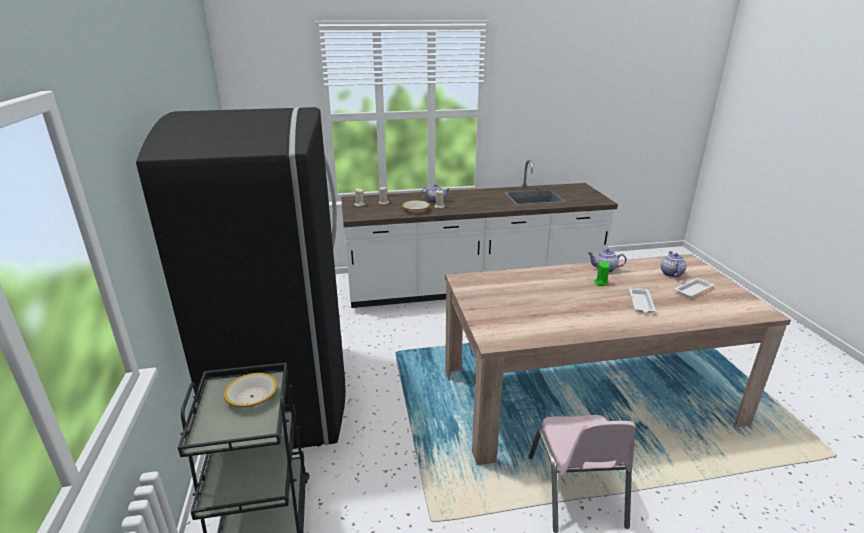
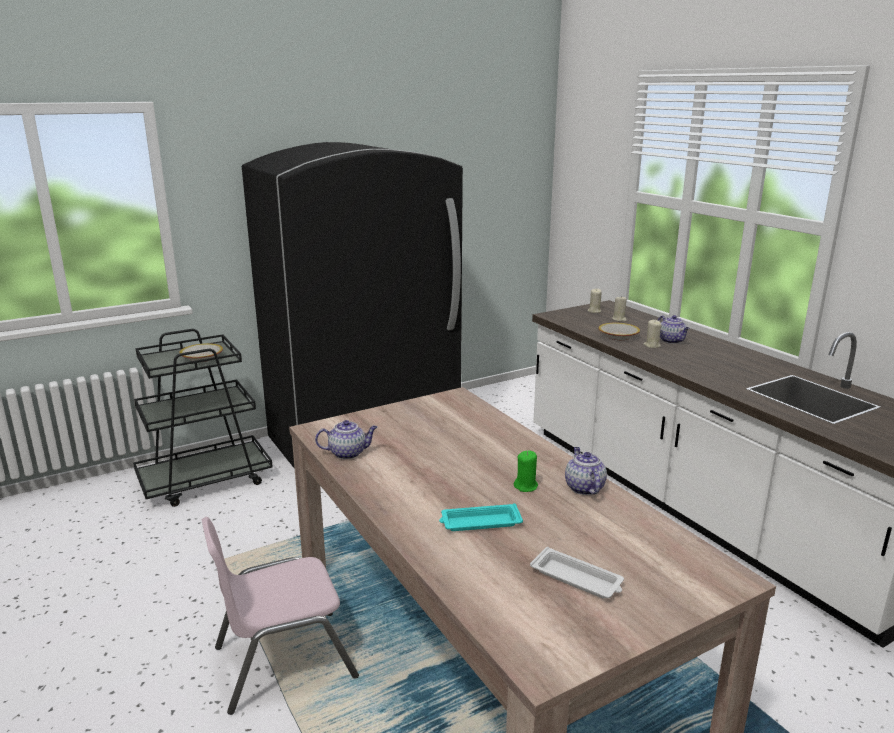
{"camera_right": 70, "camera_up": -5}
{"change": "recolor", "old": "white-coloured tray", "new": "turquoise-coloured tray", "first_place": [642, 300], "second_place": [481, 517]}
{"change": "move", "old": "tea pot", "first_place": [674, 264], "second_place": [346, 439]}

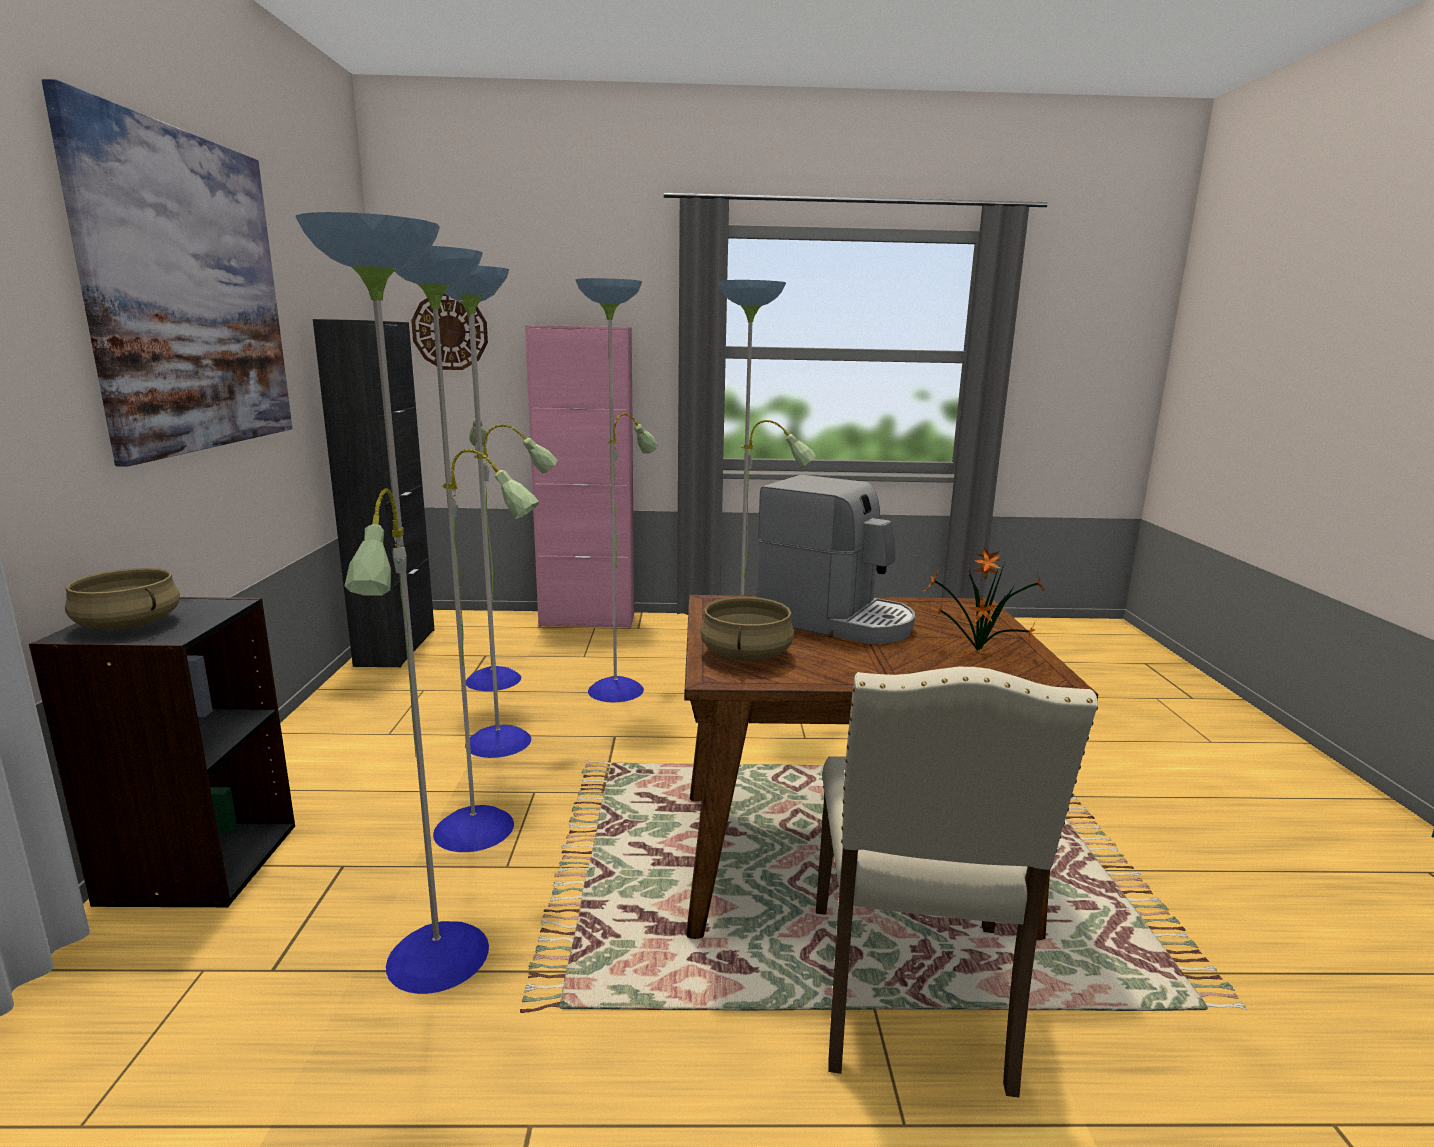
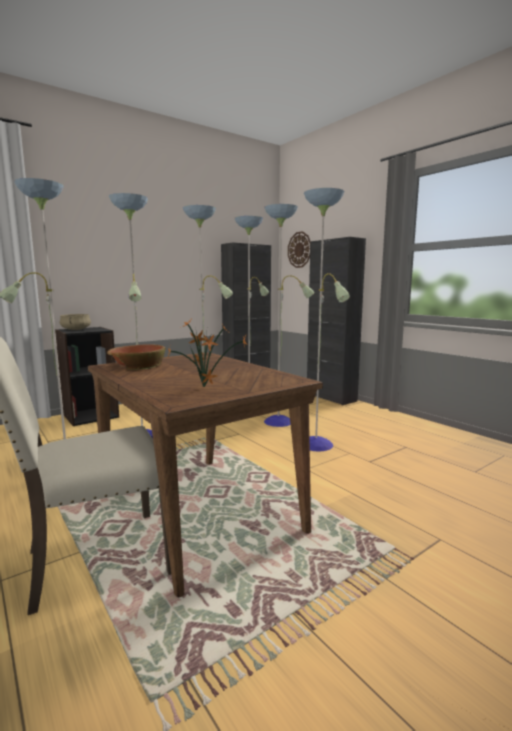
{"camera_right": 55, "camera_up": -5}
{"change": "delete", "old": "wall picture", "first_place": [167, 273]}
{"change": "recolor", "old": "pink cupboard", "new": "black cupboard", "first_place": [579, 476], "second_place": [336, 321]}
{"change": "replace", "old": "beige-coloured cooking pot", "new": "deep dish", "first_place": [747, 629], "second_place": [136, 357]}
{"change": "delete", "old": "coffee machine", "first_place": [836, 559]}

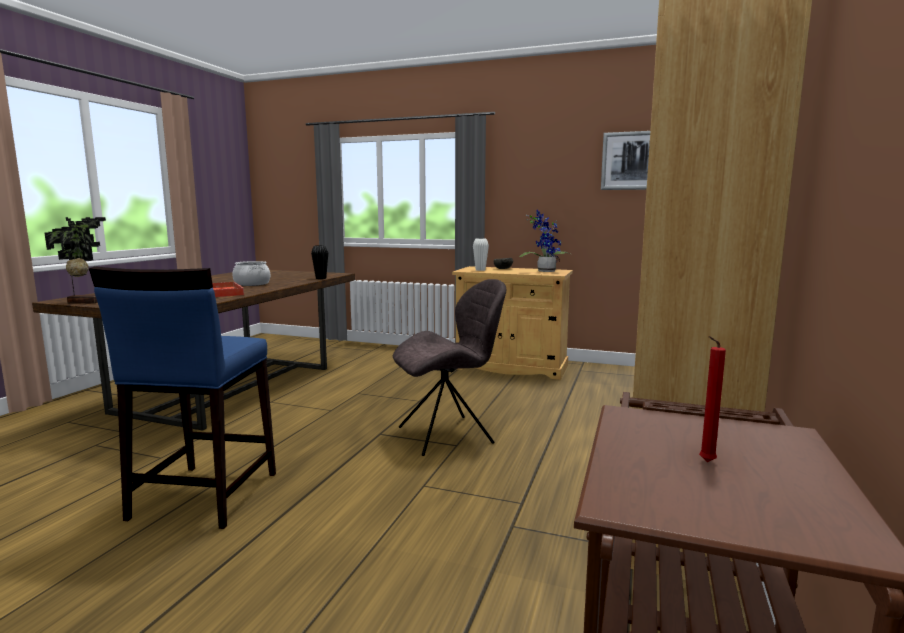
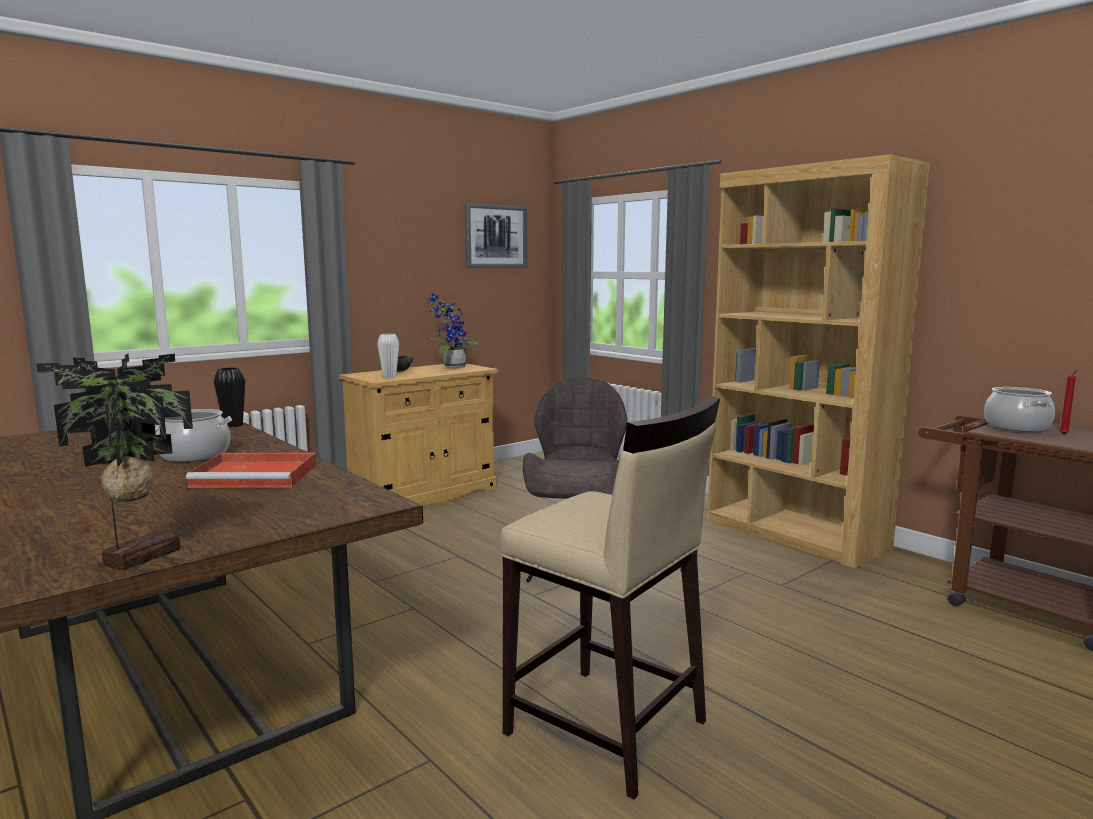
{"camera_right": -60, "camera_up": 0}
{"change": "recolor", "old": "blue-coloured stool", "new": "beige-coloured stool", "first_place": [182, 397], "second_place": [610, 597]}
{"change": "insert", "new": "cooking pot", "second_place": [1019, 409]}

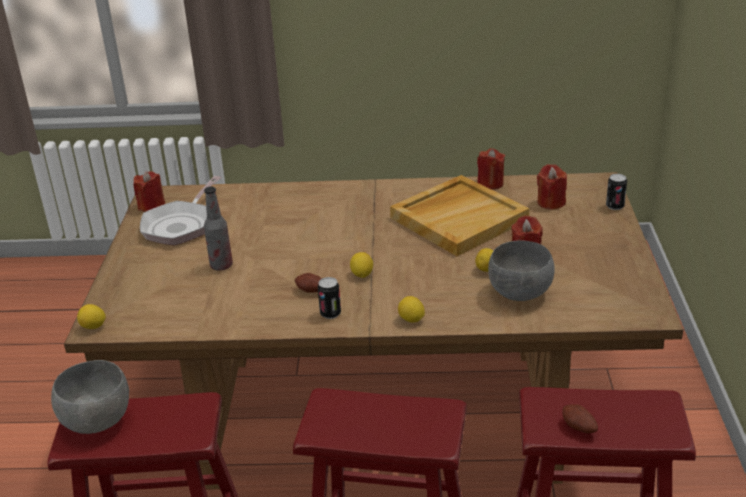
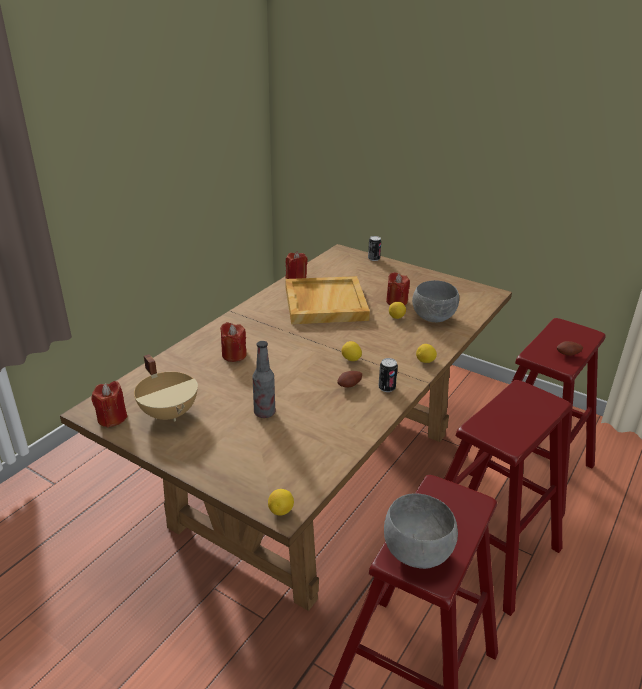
{"camera_right": -60, "camera_up": 0}
{"change": "replace", "old": "skillet", "new": "beige-coloured cooking pot", "first_place": [180, 211], "second_place": [166, 388]}
{"change": "move", "old": "reddish wax light", "first_place": [552, 187], "second_place": [233, 342]}

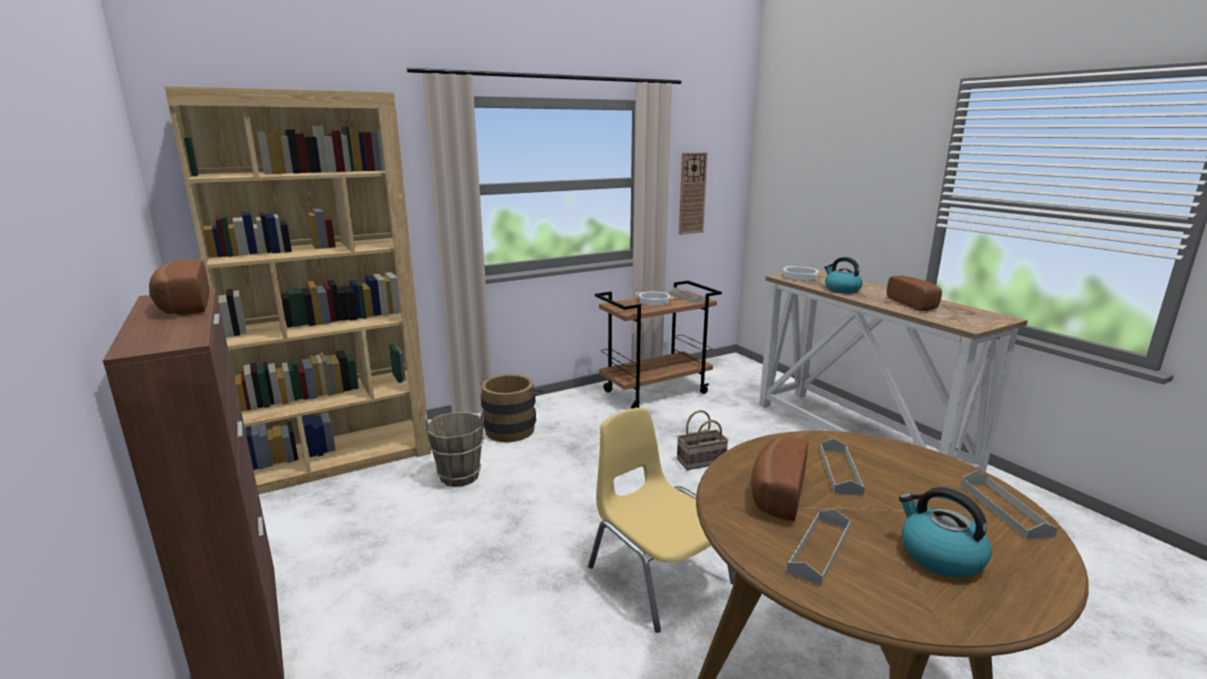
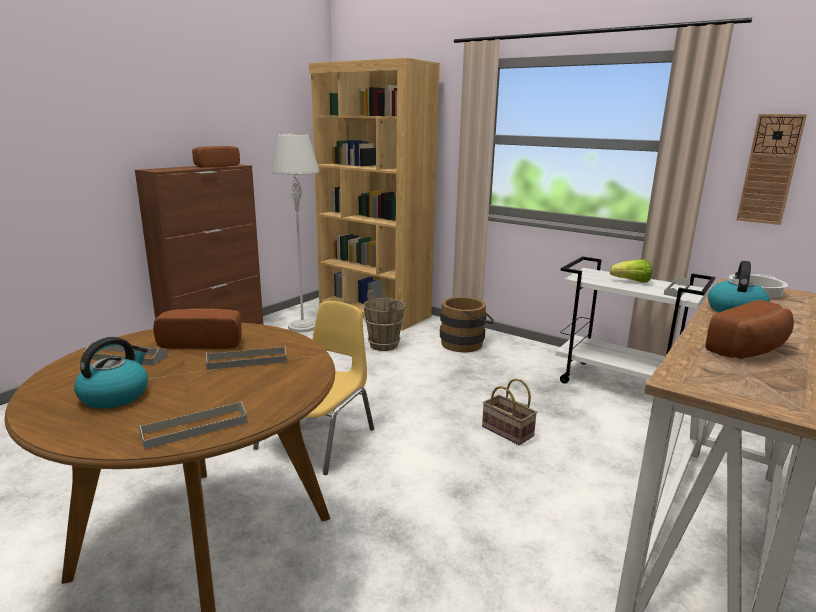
{"camera_right": 65, "camera_up": 0}
{"change": "recolor", "old": "brown-coloured cart", "new": "white-coloured cart", "first_place": [658, 345], "second_place": [635, 320]}
{"change": "replace", "old": "cooking pot", "new": "lettuce", "first_place": [654, 299], "second_place": [631, 271]}
{"change": "insert", "new": "greyish standard lamp", "second_place": [295, 233]}

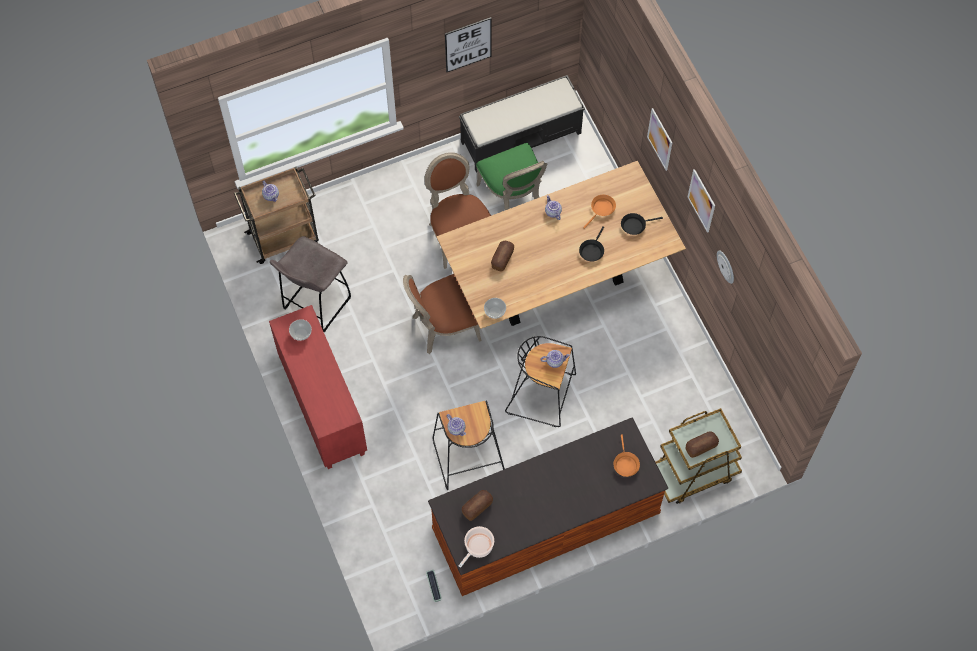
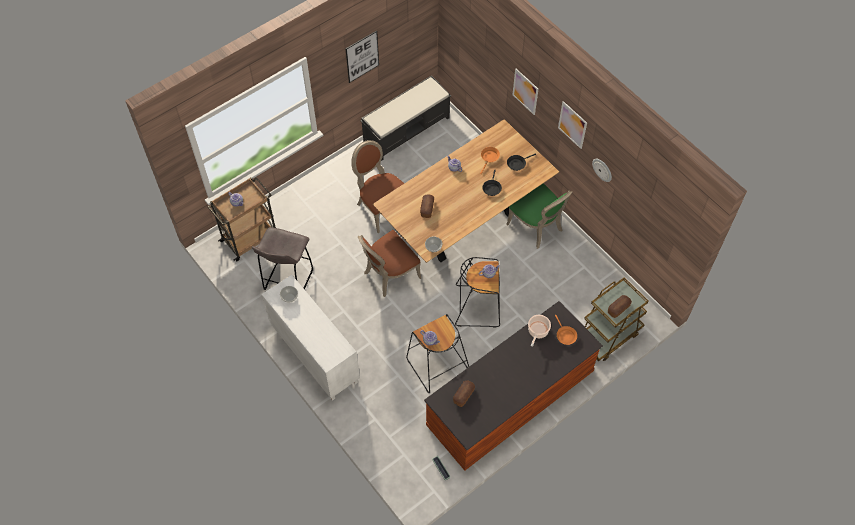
{"camera_right": -15, "camera_up": -5}
{"change": "recolor", "old": "reddish cupboard", "new": "white-coloured cupboard", "first_place": [318, 387], "second_place": [311, 338]}
{"change": "move", "old": "cooking pot", "first_place": [476, 547], "second_place": [539, 331]}
{"change": "move", "old": "greenish upright chair", "first_place": [511, 177], "second_place": [539, 216]}

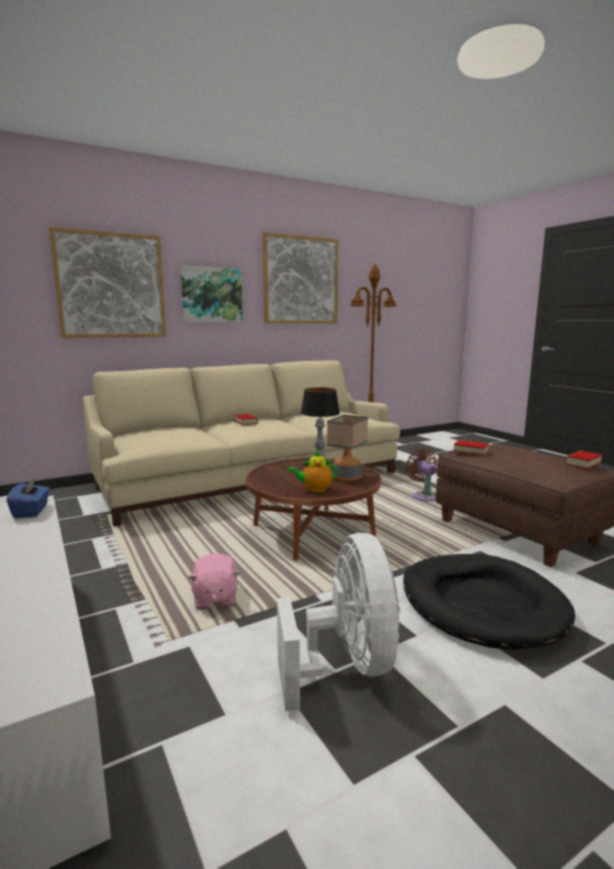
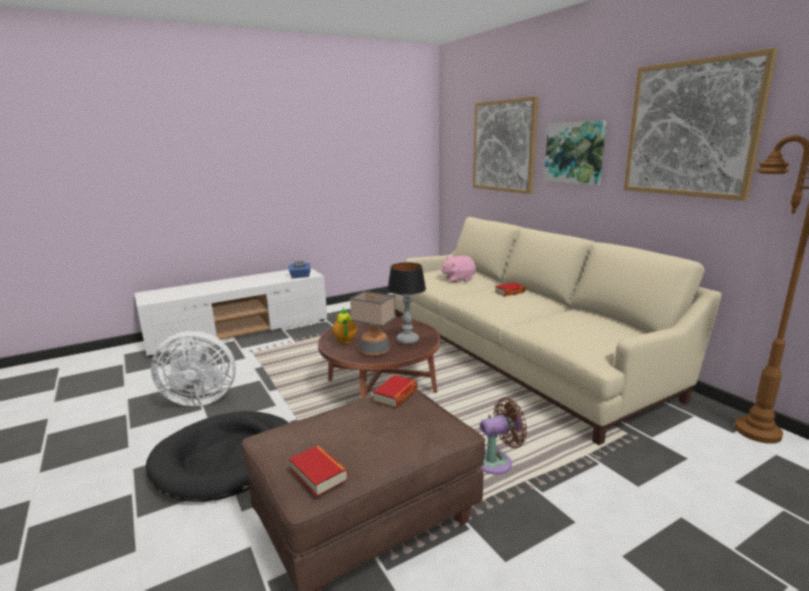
{"camera_right": 90, "camera_up": 5}
{"change": "move", "old": "pink cuddly toy", "first_place": [214, 581], "second_place": [458, 269]}

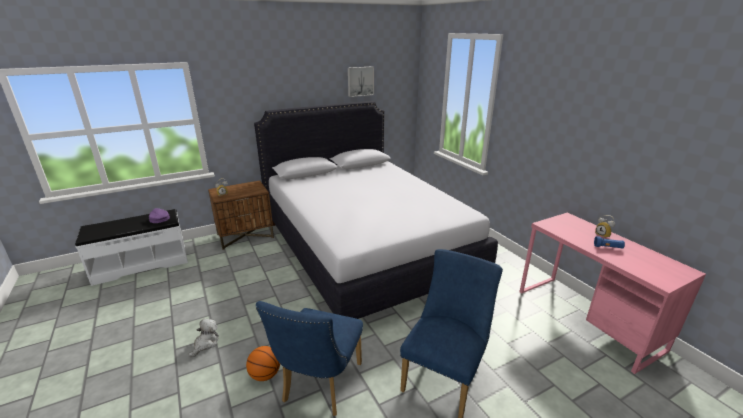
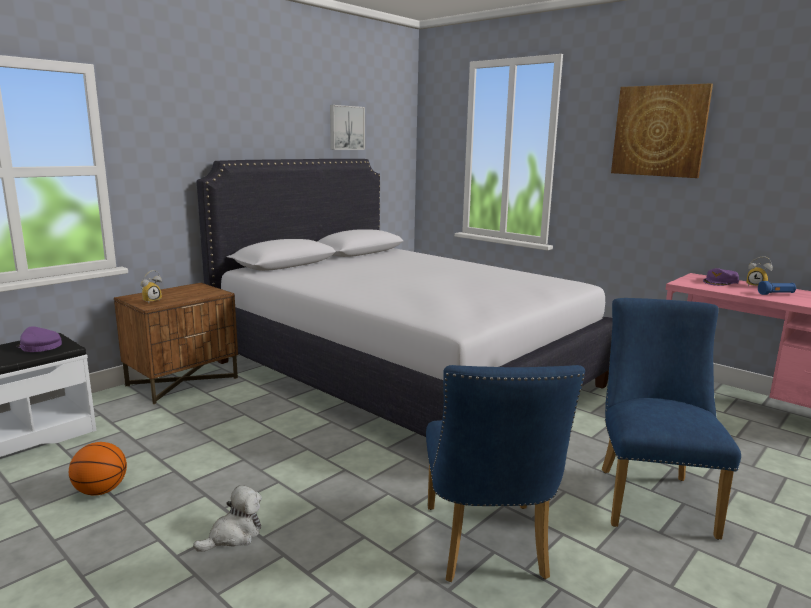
{"camera_right": -20, "camera_up": -10}
{"change": "rotate", "old": "cuddly toy", "first_place": [203, 338], "second_place": [227, 518], "degrees": 45}
{"change": "move", "old": "ball for basketball", "first_place": [263, 363], "second_place": [98, 468]}
{"change": "insert", "new": "wall picture", "second_place": [662, 130]}
{"change": "insert", "new": "purplish baseball cap", "second_place": [721, 277]}

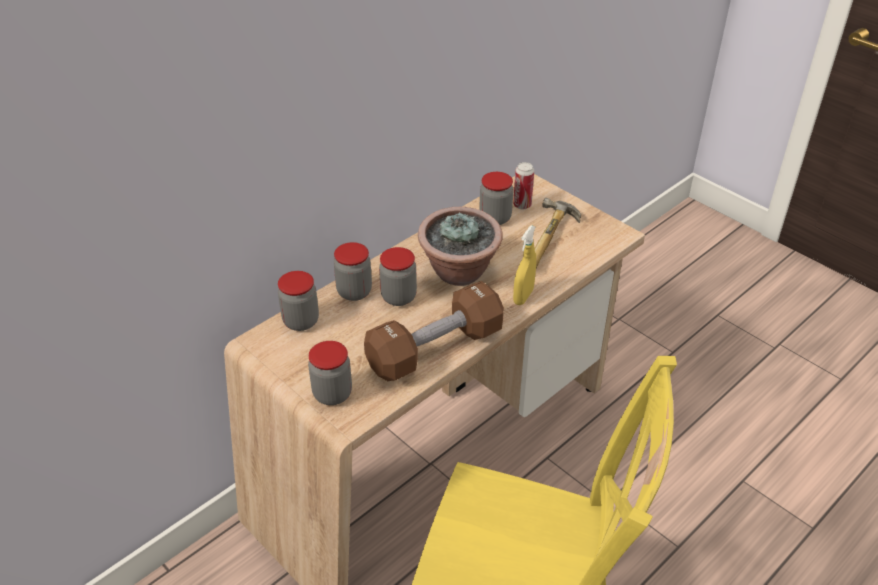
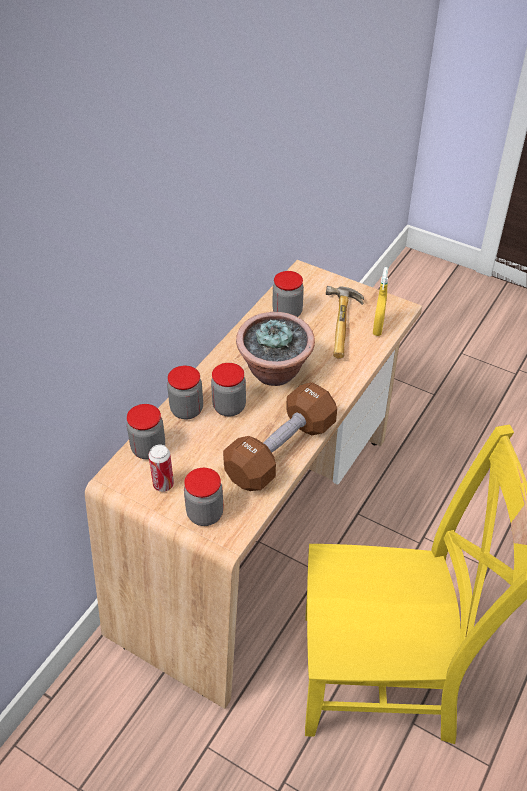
{"camera_right": -15, "camera_up": 5}
{"change": "move", "old": "sealed can", "first_place": [523, 186], "second_place": [161, 468]}
{"change": "move", "old": "yellowish hand sprayer", "first_place": [524, 265], "second_place": [380, 301]}

